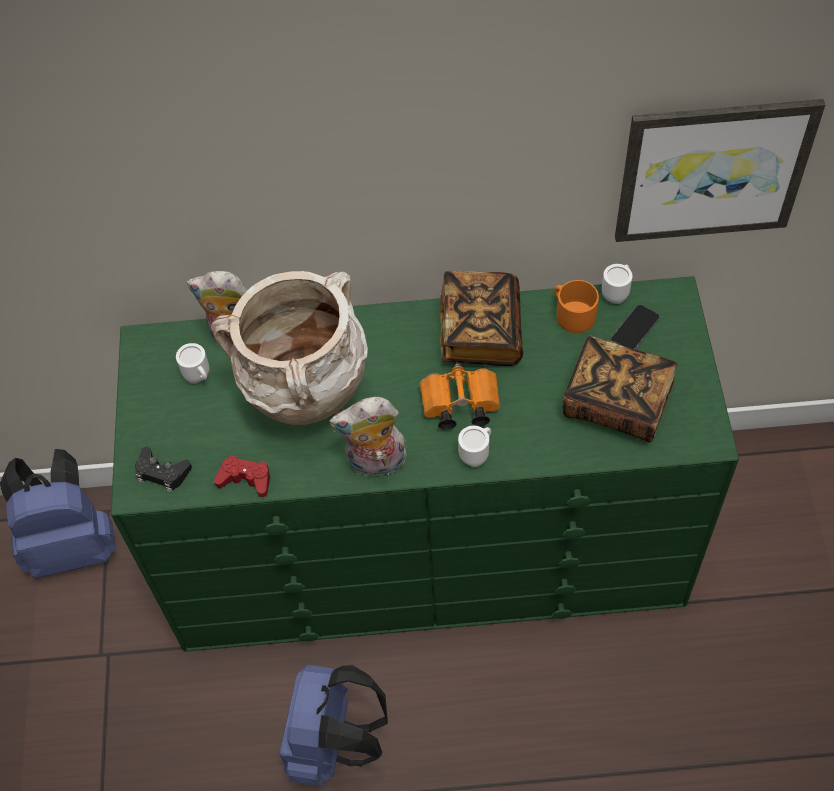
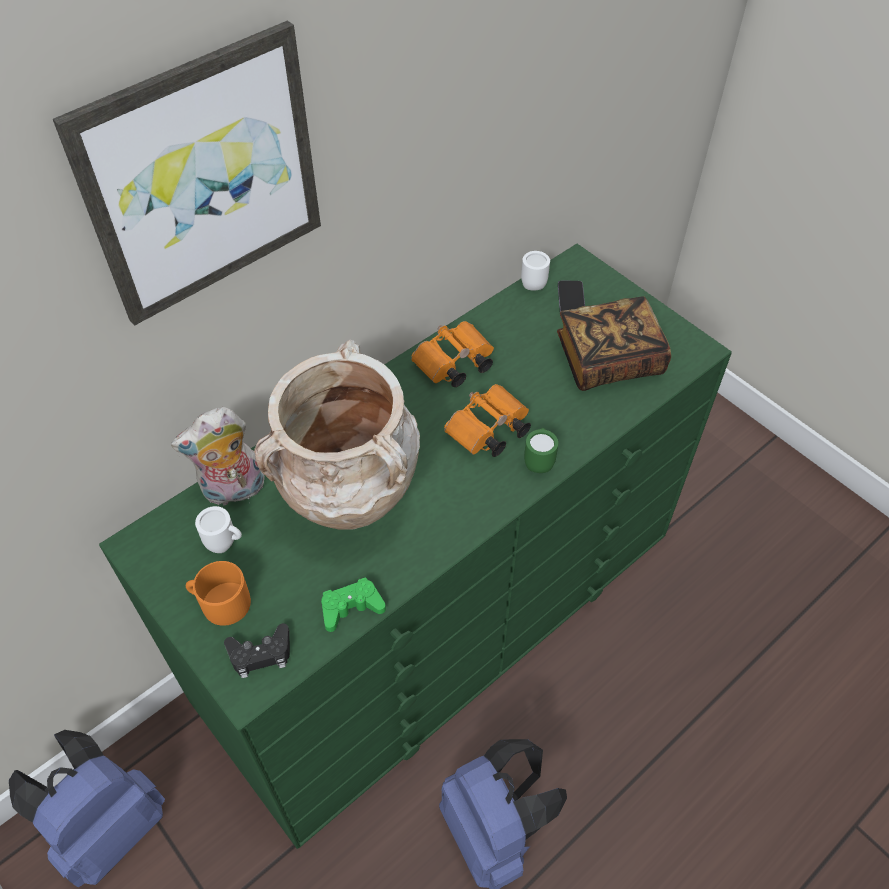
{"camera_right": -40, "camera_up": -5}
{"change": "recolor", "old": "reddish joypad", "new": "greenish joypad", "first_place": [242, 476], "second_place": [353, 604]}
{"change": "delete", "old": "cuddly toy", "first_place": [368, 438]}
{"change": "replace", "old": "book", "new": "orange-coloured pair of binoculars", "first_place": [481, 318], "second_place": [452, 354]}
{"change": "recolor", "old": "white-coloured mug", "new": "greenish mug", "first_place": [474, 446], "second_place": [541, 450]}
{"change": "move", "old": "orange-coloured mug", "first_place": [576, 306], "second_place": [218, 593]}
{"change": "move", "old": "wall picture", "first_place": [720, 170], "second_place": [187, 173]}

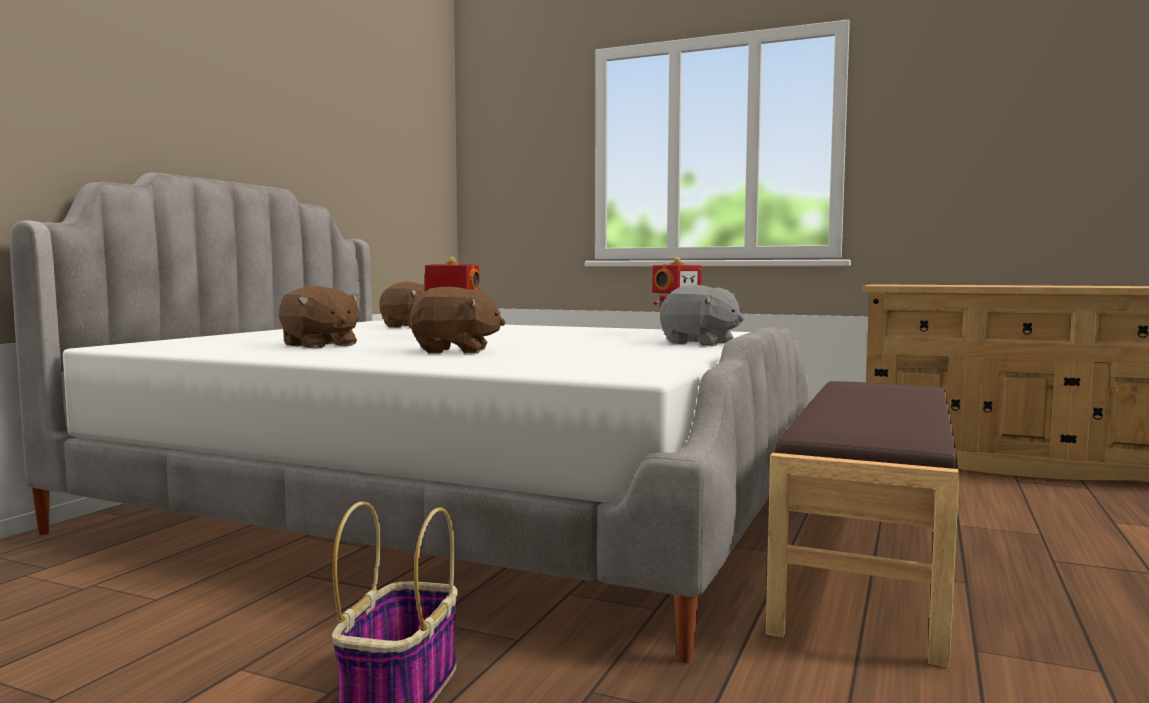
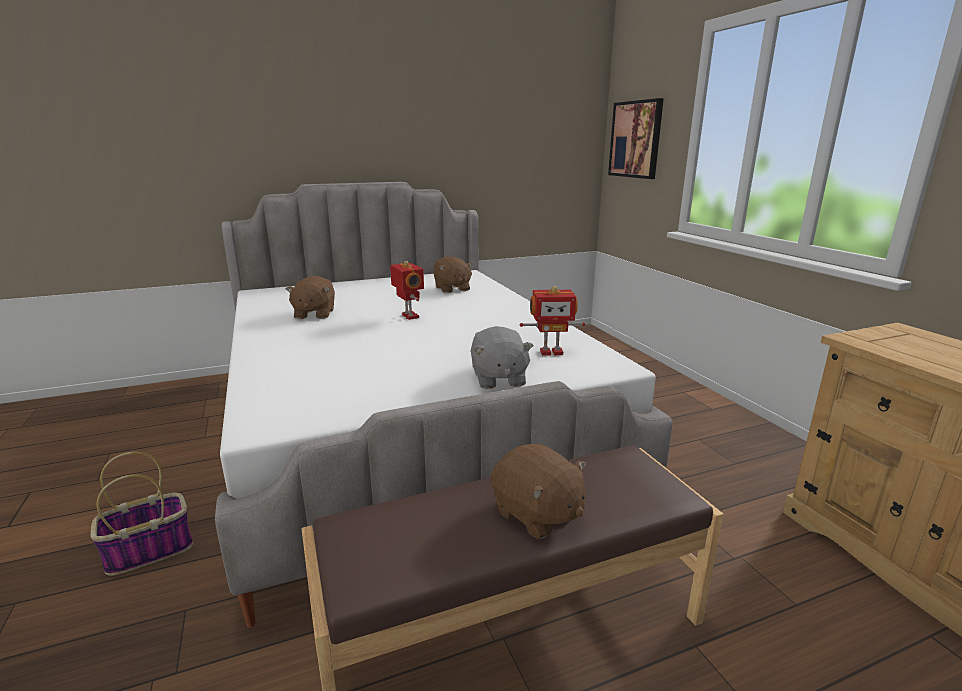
{"camera_right": 45, "camera_up": 15}
{"change": "move", "old": "brown-coloured cuddly toy", "first_place": [458, 320], "second_place": [538, 491]}
{"change": "insert", "new": "wall picture", "second_place": [636, 138]}

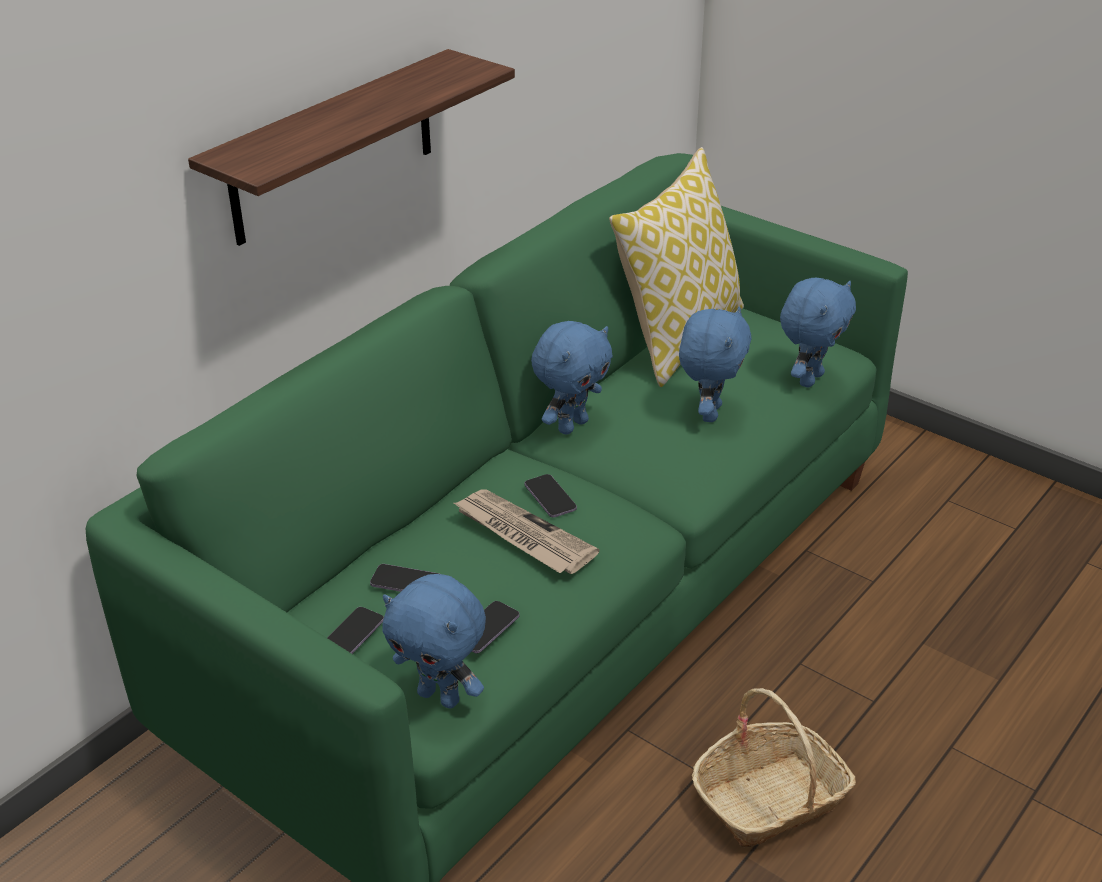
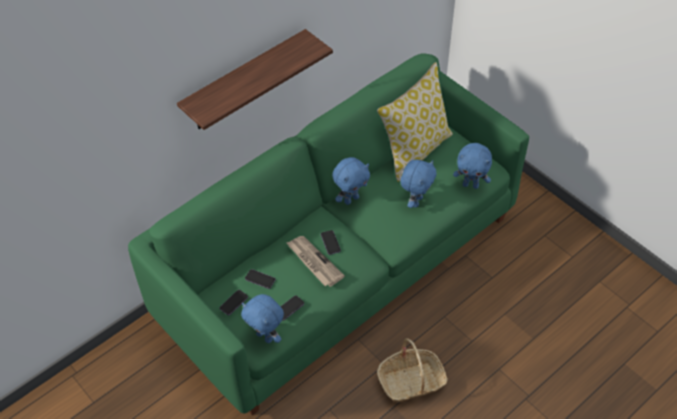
{"camera_right": 10, "camera_up": 15}
{"change": "rotate", "old": "blue-coloured cuddly toy", "first_place": [818, 332], "second_place": [472, 166], "degrees": 60}

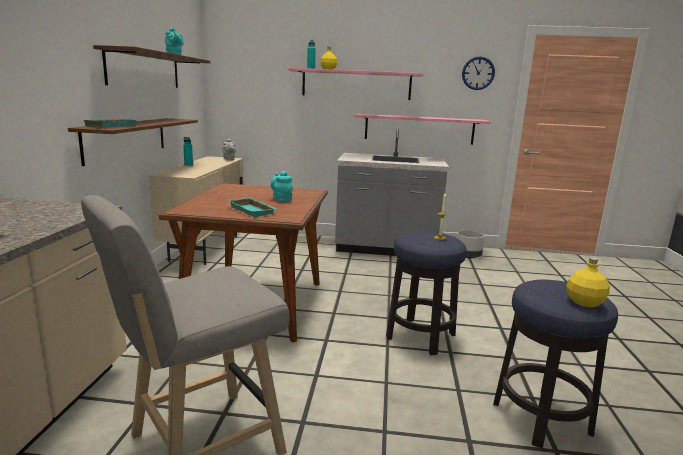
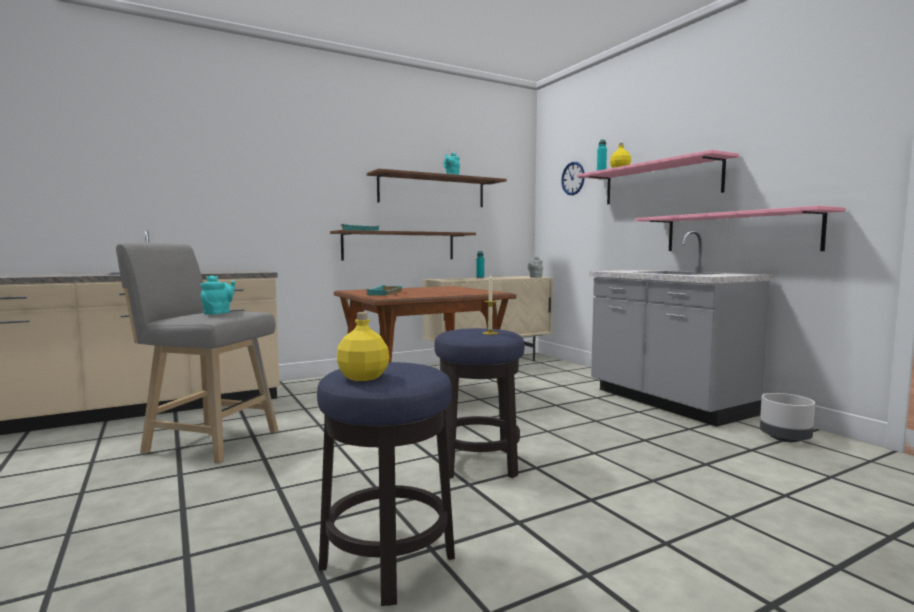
{"camera_right": 55, "camera_up": -10}
{"change": "move", "old": "turquoise-coloured tea pot", "first_place": [282, 186], "second_place": [218, 295]}
{"change": "move", "old": "clock on the wall", "first_place": [478, 73], "second_place": [573, 178]}

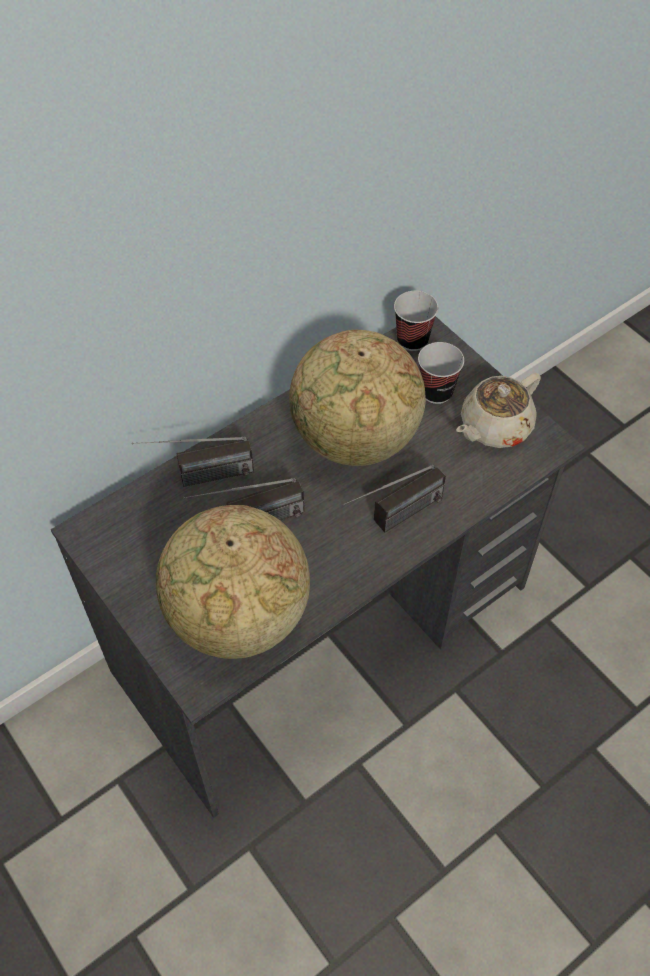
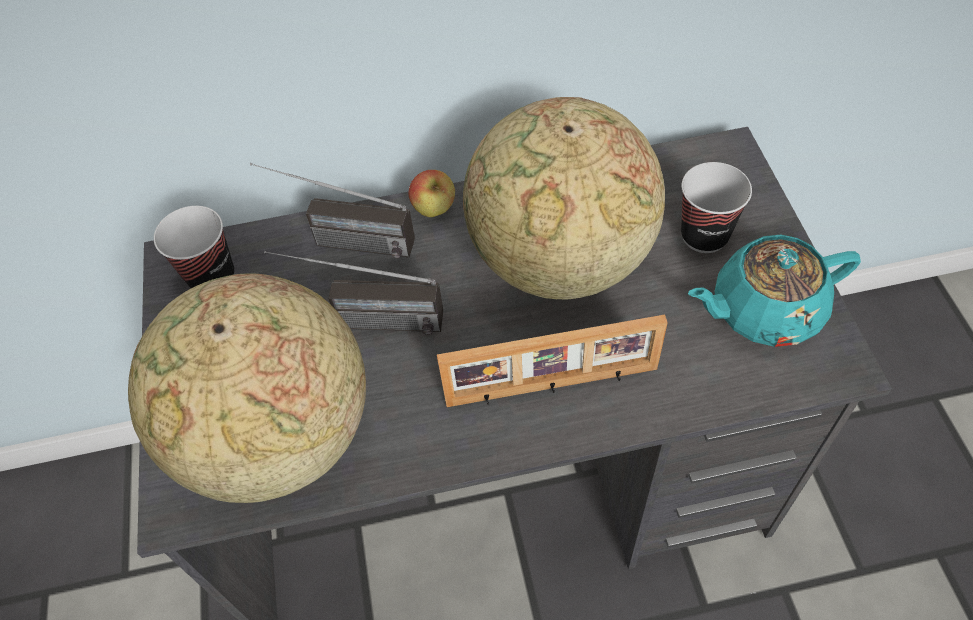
{"camera_right": 30, "camera_up": 0}
{"change": "replace", "old": "radio", "new": "standing frame", "first_place": [394, 498], "second_place": [552, 361]}
{"change": "move", "old": "cup", "first_place": [416, 321], "second_place": [194, 247]}
{"change": "recolor", "old": "beige-coloured tea pot", "new": "turquoise-coloured tea pot", "first_place": [498, 410], "second_place": [774, 291]}
{"change": "insert", "new": "whole apple", "second_place": [432, 193]}

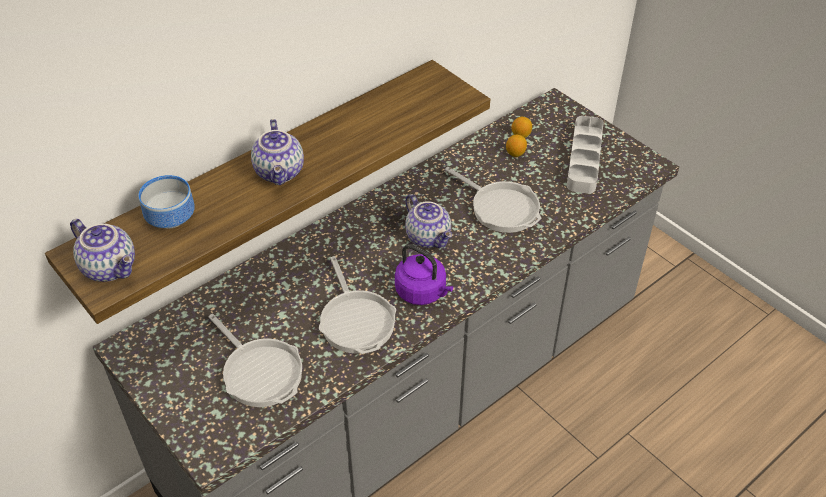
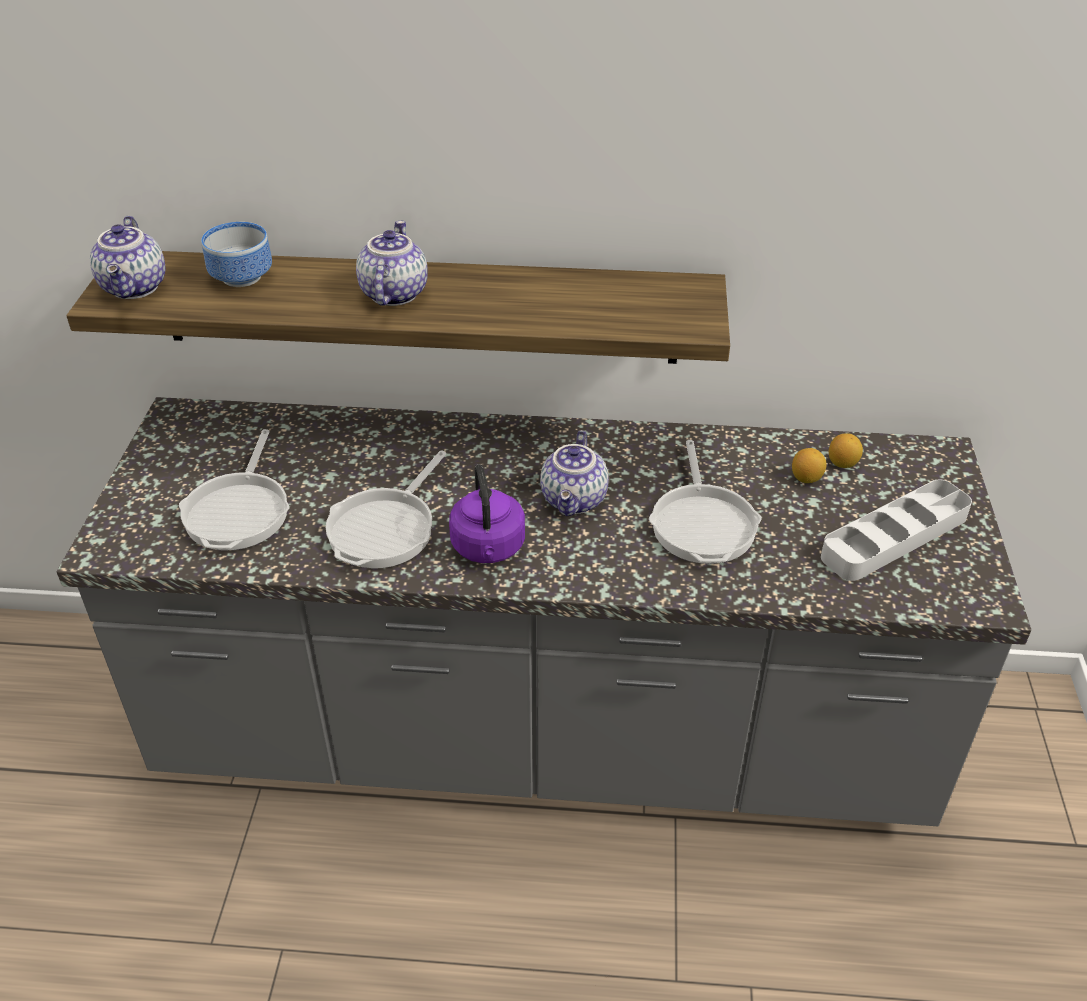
{"camera_right": 45, "camera_up": -5}
{"change": "rotate", "old": "tea pot", "first_place": [277, 152], "second_place": [392, 263], "degrees": 150}

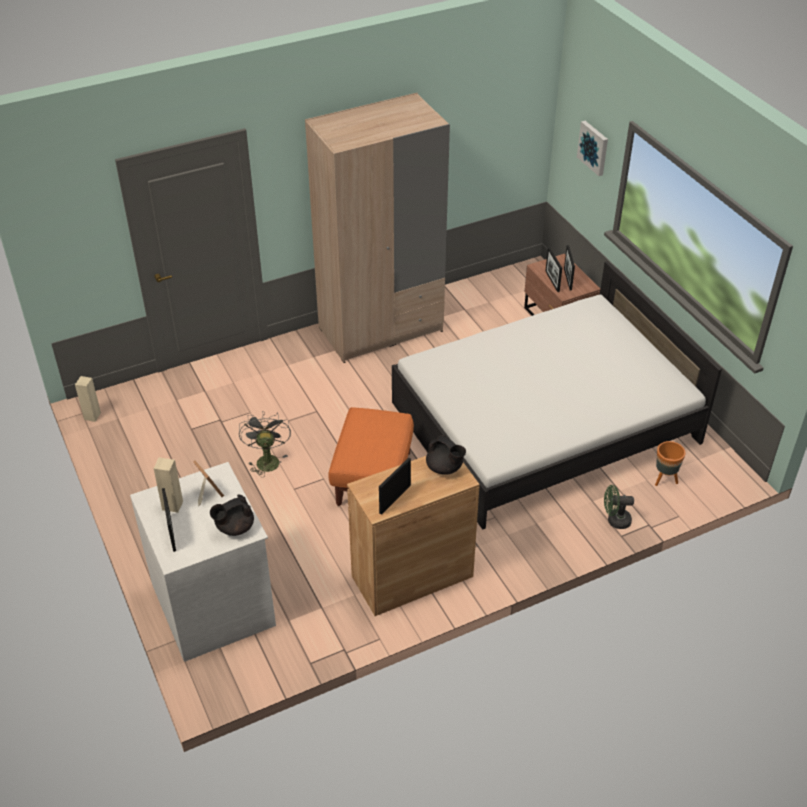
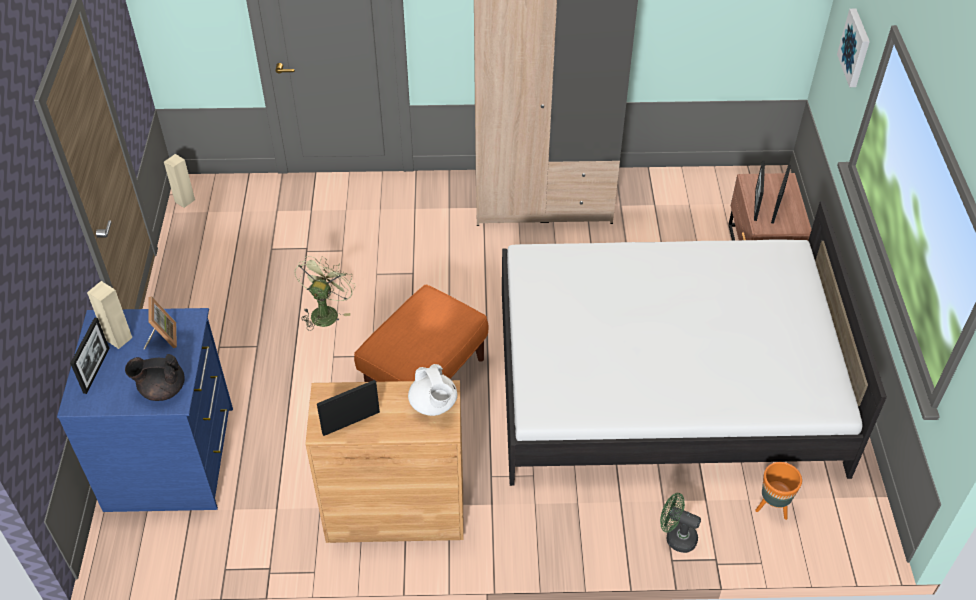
{"camera_right": 25, "camera_up": 5}
{"change": "recolor", "old": "white-coloured chest of drawers", "new": "blue-coloured chest of drawers", "first_place": [203, 562], "second_place": [145, 410]}
{"change": "recolor", "old": "greyish electric fan", "new": "greenish electric fan", "first_place": [265, 444], "second_place": [324, 293]}
{"change": "recolor", "old": "black tea pot", "new": "white-coloured tea pot", "first_place": [446, 455], "second_place": [432, 390]}

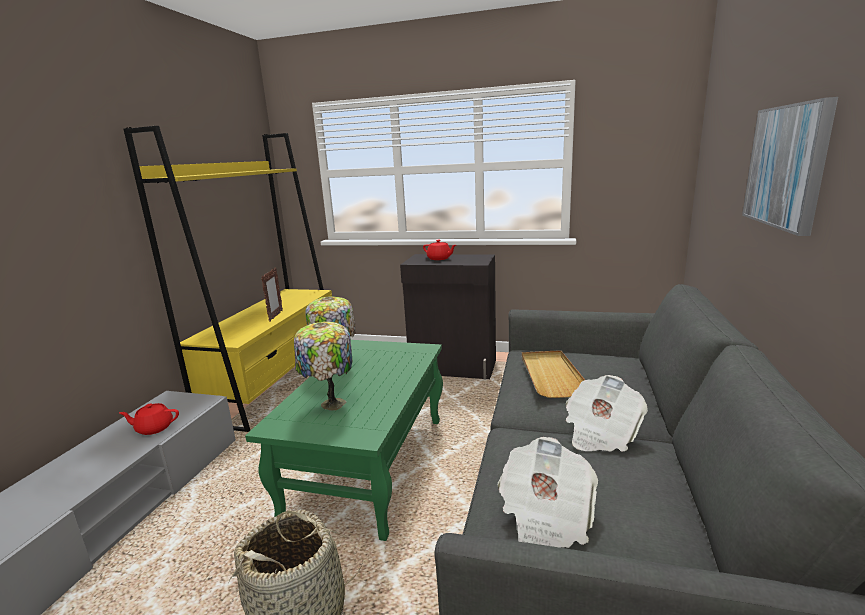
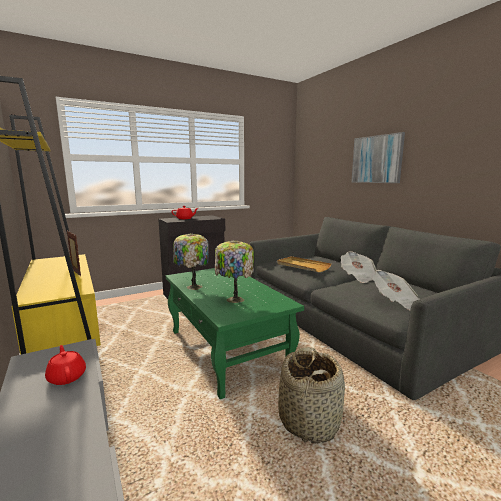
{"camera_right": -45, "camera_up": -5}
{"change": "rotate", "old": "reddish tea pot", "first_place": [149, 419], "second_place": [65, 365], "degrees": 105}

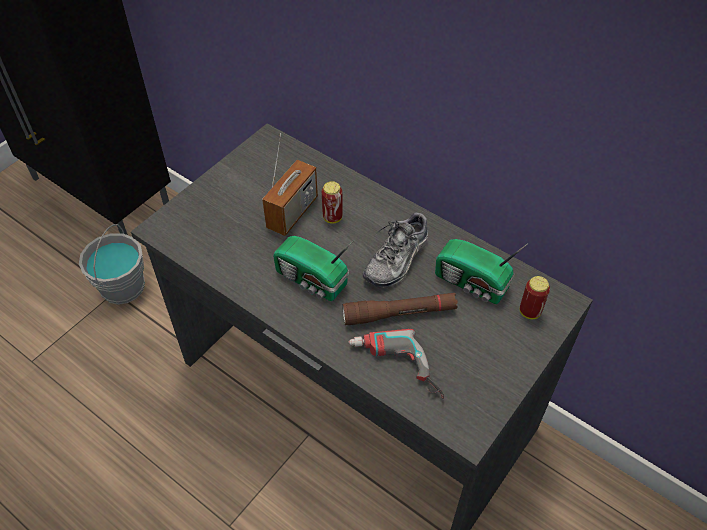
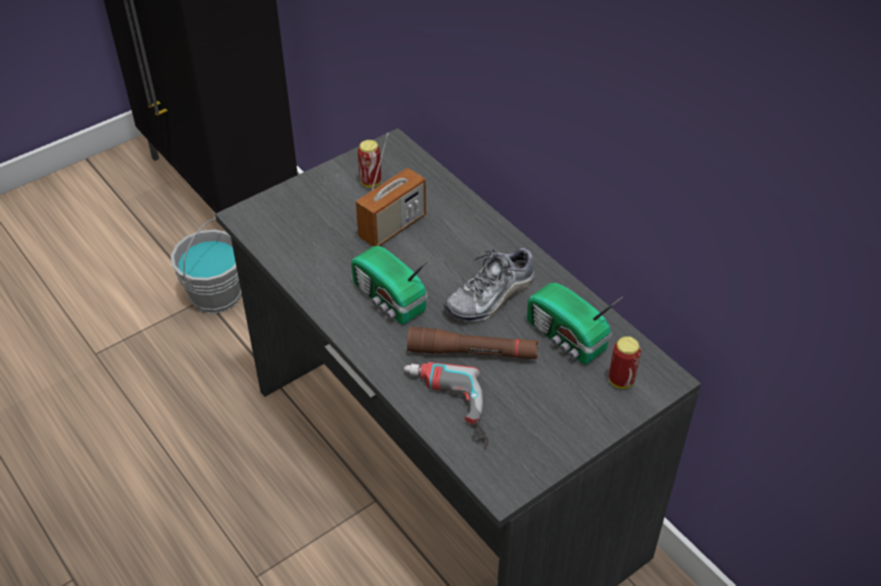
{"camera_right": 15, "camera_up": -5}
{"change": "move", "old": "sealed can", "first_place": [332, 202], "second_place": [369, 163]}

